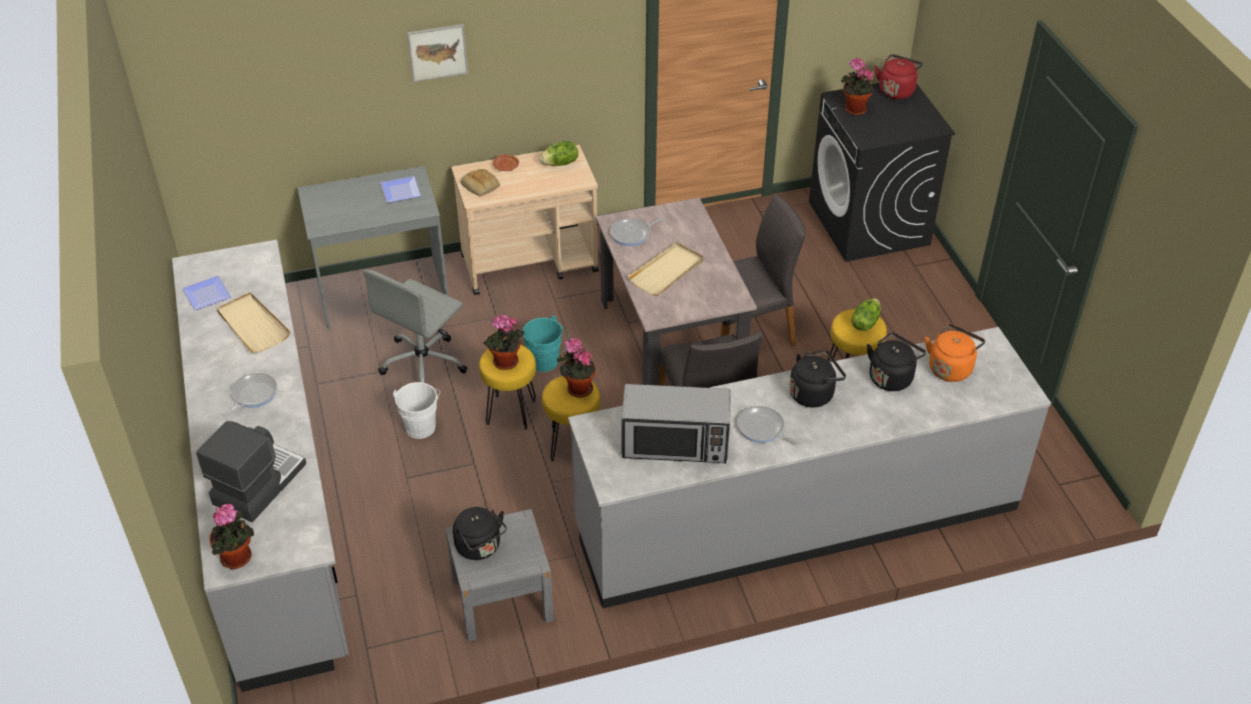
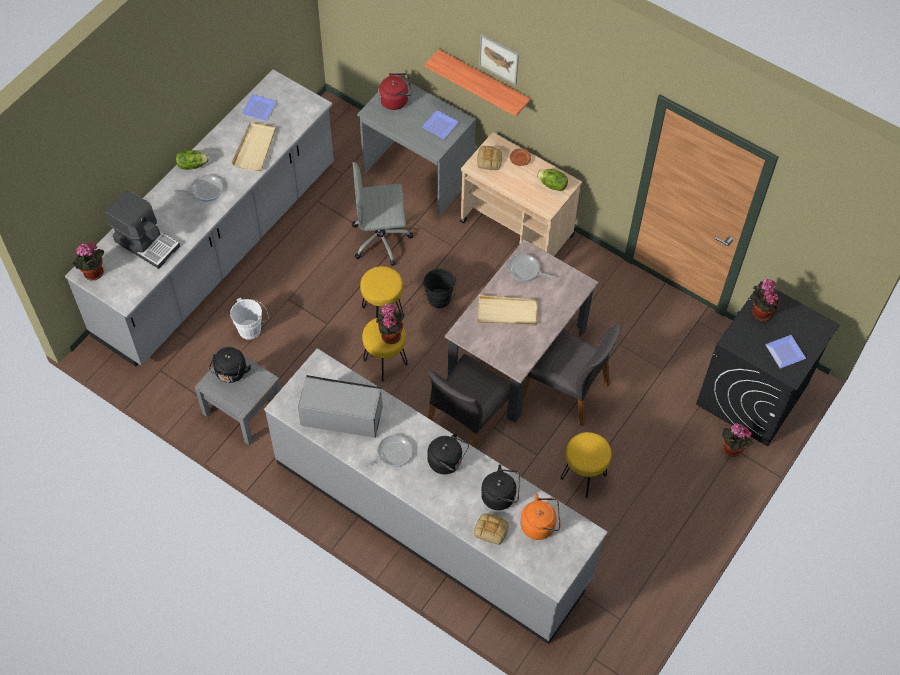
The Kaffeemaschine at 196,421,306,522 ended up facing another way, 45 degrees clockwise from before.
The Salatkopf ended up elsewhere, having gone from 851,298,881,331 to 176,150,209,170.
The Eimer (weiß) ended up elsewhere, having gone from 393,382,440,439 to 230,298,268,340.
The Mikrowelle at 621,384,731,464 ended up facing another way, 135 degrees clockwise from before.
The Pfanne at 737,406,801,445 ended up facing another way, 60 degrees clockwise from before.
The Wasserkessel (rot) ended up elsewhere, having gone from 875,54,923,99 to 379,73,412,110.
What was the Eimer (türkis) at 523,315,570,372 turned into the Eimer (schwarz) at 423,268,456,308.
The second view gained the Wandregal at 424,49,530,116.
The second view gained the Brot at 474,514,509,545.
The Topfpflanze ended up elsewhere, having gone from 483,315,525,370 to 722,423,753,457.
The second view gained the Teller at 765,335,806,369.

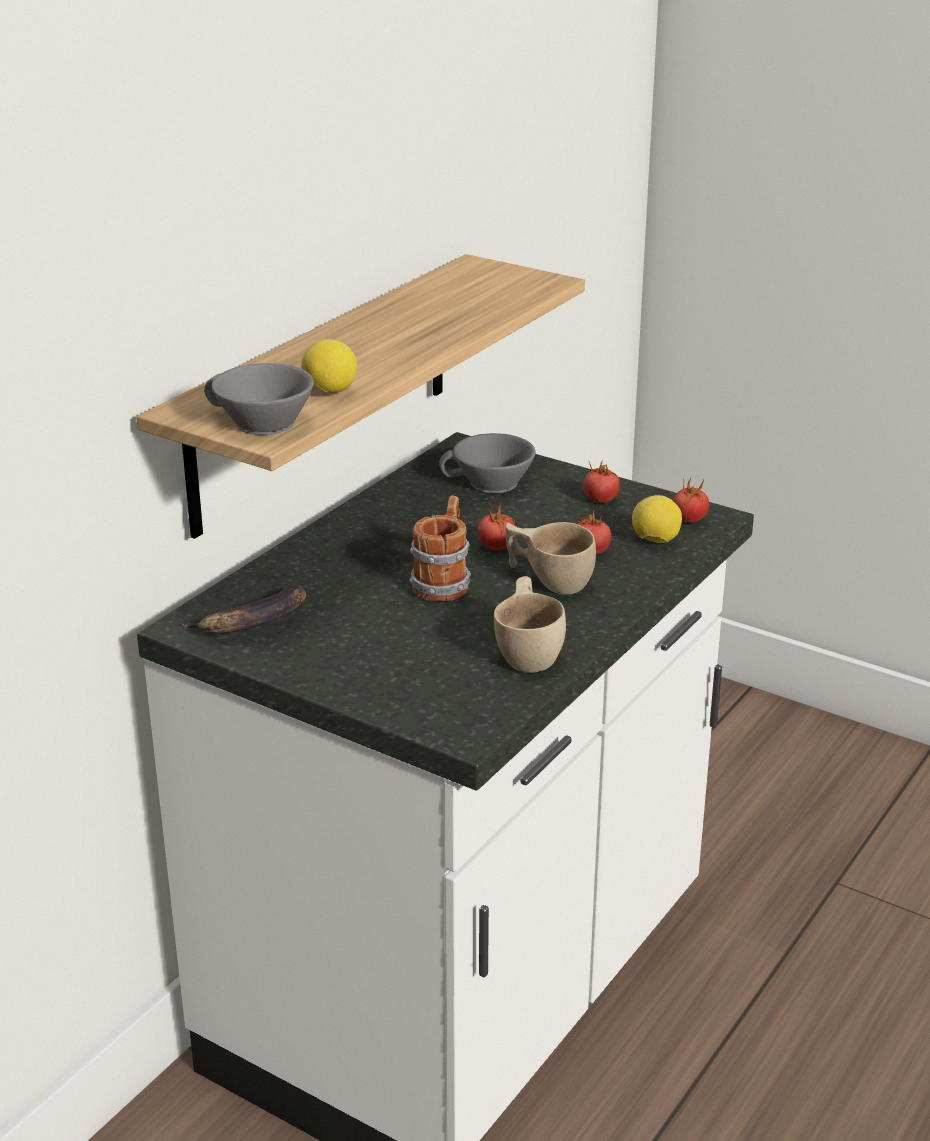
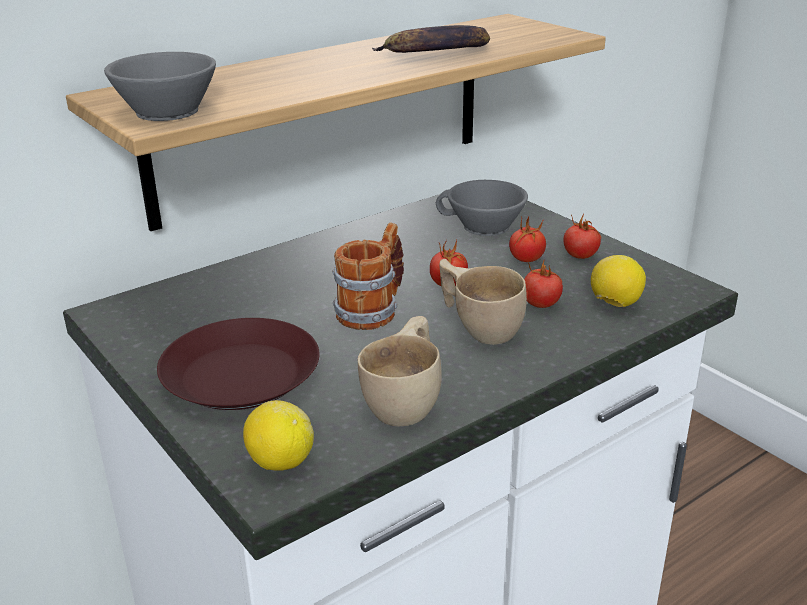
The second view gained the Teller (braun) at 157,318,320,410.
The Zitrone ended up elsewhere, having gone from 301,339,357,394 to 243,400,314,471.
The Banane ended up elsewhere, having gone from 181,584,306,633 to 372,25,490,53.
The Tomate ended up elsewhere, having gone from 673,478,709,523 to 509,216,546,262.

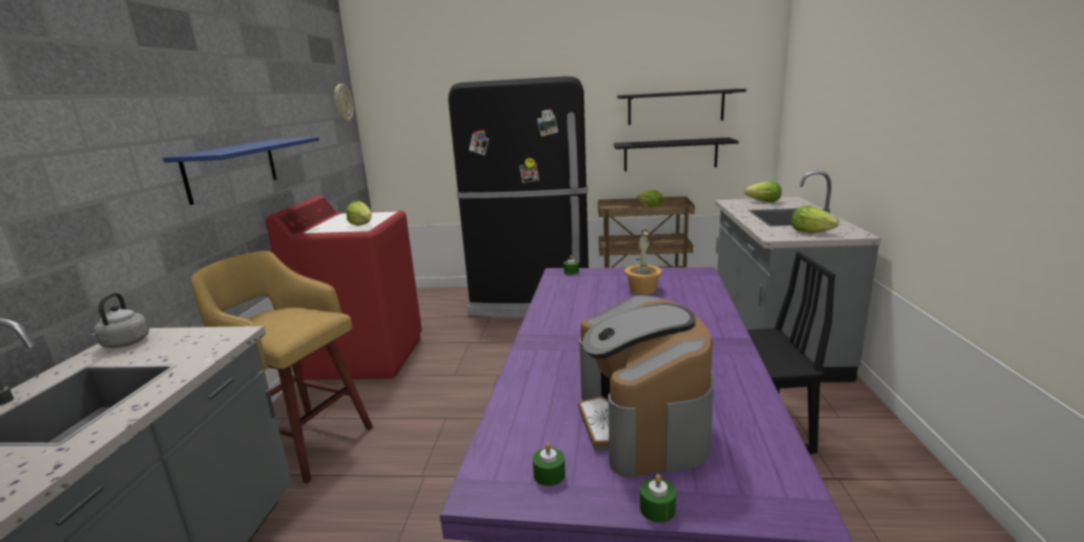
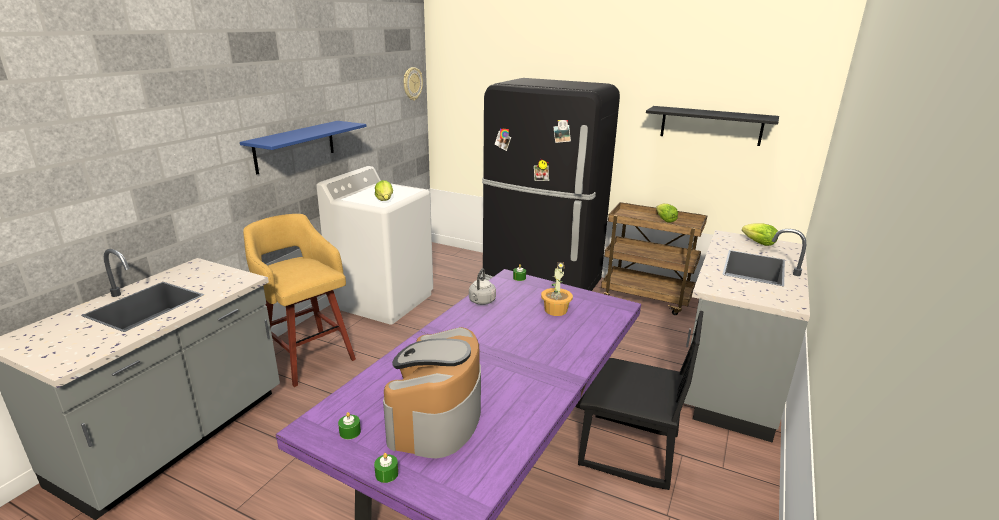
What was the Waschmaschine (rot) at 265,196,422,380 turned into the Waschmaschine (weiß) at 316,166,433,325.
The Wasserkessel (grau) ended up elsewhere, having gone from 89,293,149,348 to 469,268,496,305.
The second view lost the Wandregal (schwarz) at 613,138,739,171.
The second view lost the Salatkopf at 791,206,839,233.

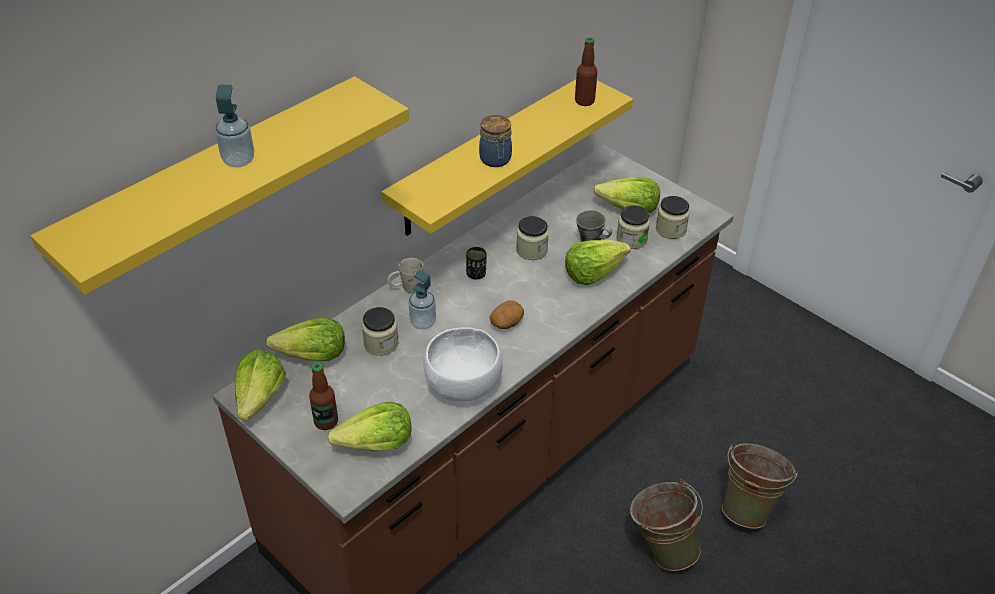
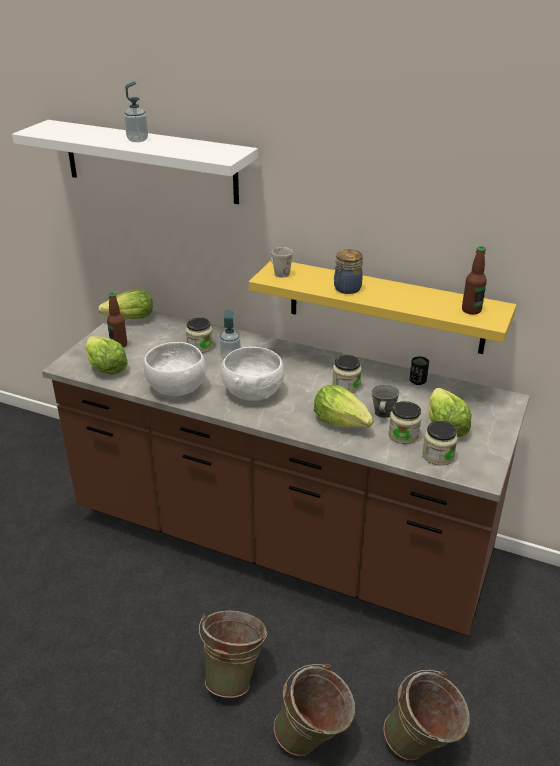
What was the Wandregal (gelb) at 31,76,409,295 turned into the Wandregal (weiß) at 12,120,258,204.
Where the Kartoffel stood at 490,300,524,329, the Schüssel (weiß) came to stand at 221,347,284,401.
The Henkelbecher (weiß) ended up elsewhere, having gone from 387,258,423,293 to 270,247,293,278.
The second view gained the Eimer (grün) at 383,670,470,760.
The Tasse (schwarz) ended up elsewhere, having gone from 466,247,486,280 to 410,356,429,385.
The second view lost the Salatkopf at 266,318,345,361.

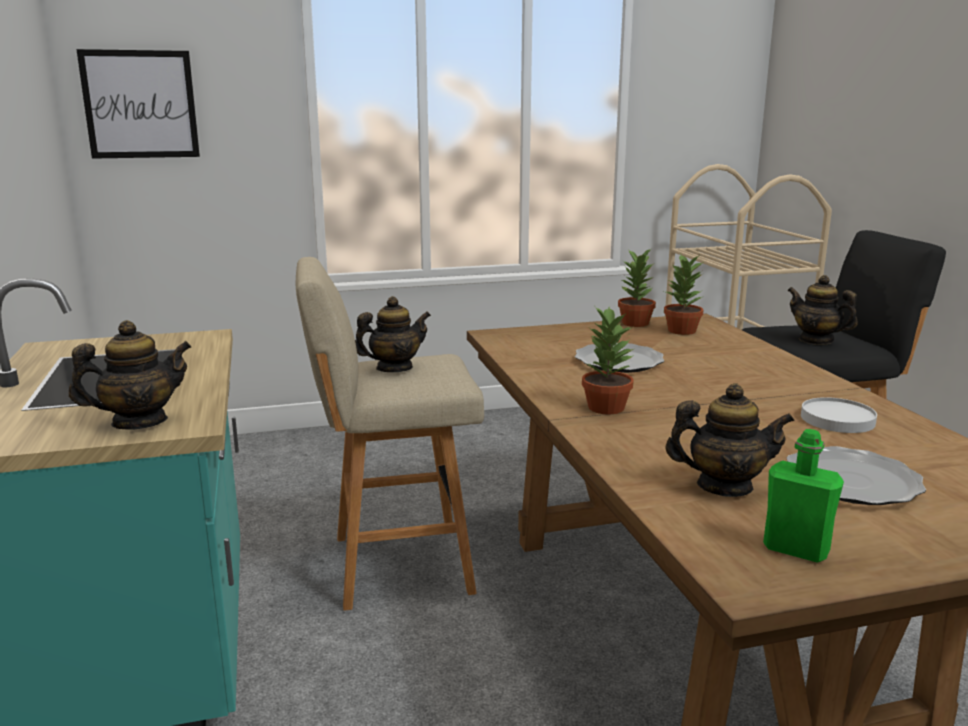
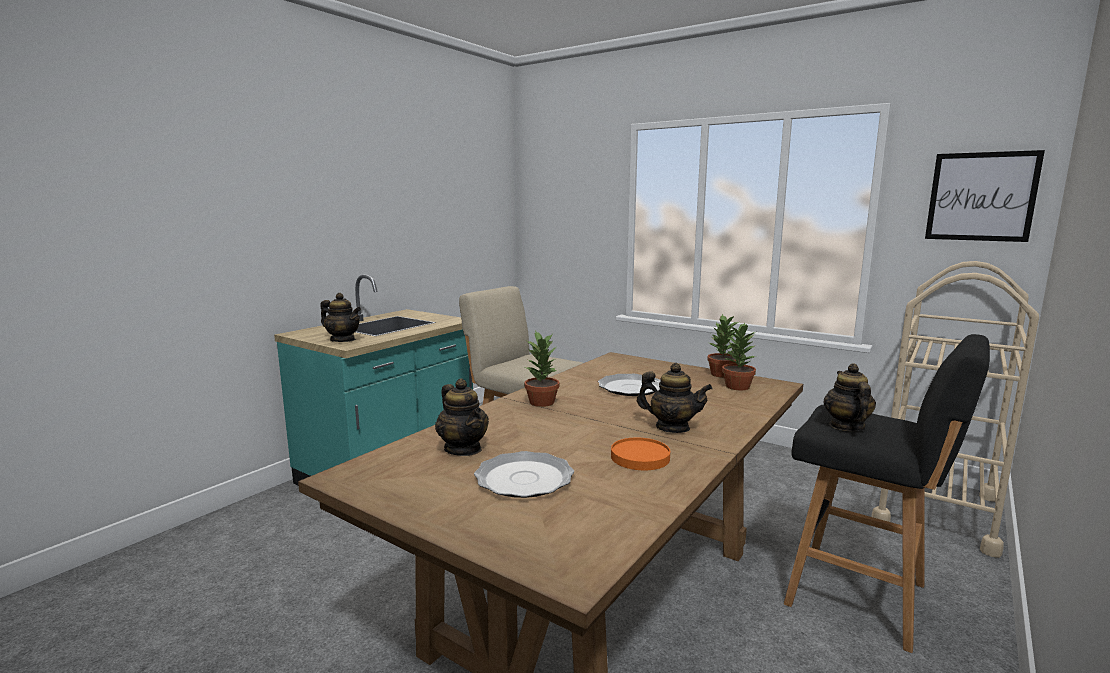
What was the Teller (weiß) at 801,397,877,433 turned into the Teller (orange) at 611,437,670,470.
The Teekanne ended up elsewhere, having gone from 355,296,431,372 to 637,363,713,433.
The Bild ended up elsewhere, having gone from 76,49,200,159 to 925,150,1045,242.
The second view lost the Flasche (grün) at 763,429,844,563.

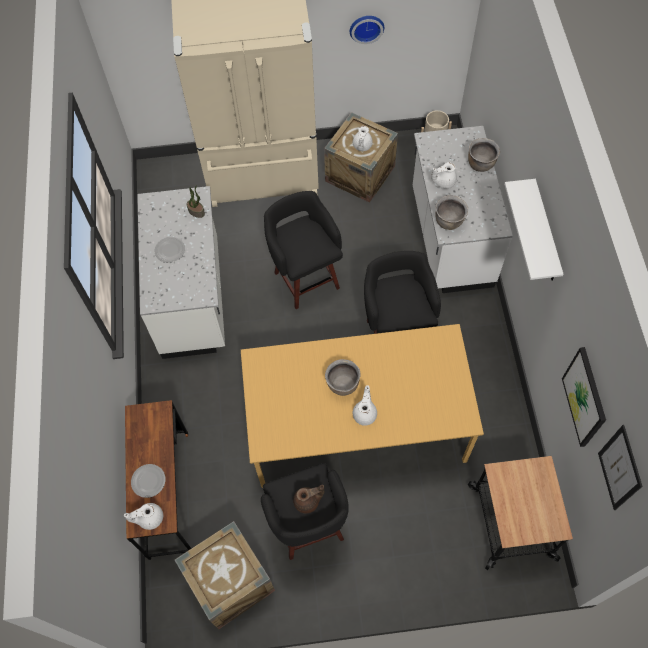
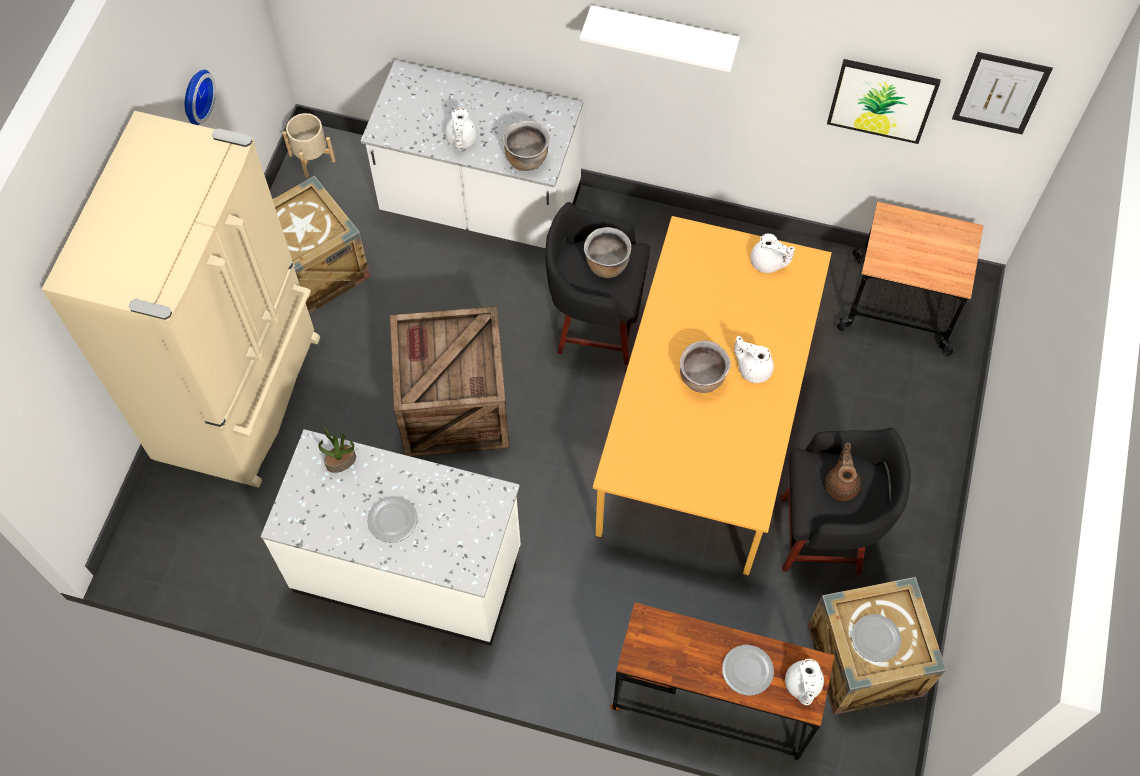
Where the Hocker (schwarz) stood at 264,191,343,309, the Kiste came to stand at 390,306,509,456.
The Kochtopf (braun) ended up elsewhere, having gone from 468,138,500,172 to 584,227,631,278.
The Teekanne (weiß) ended up elsewhere, having gone from 353,126,373,151 to 750,233,795,273.
The second view gained the Teller at 852,614,901,662.

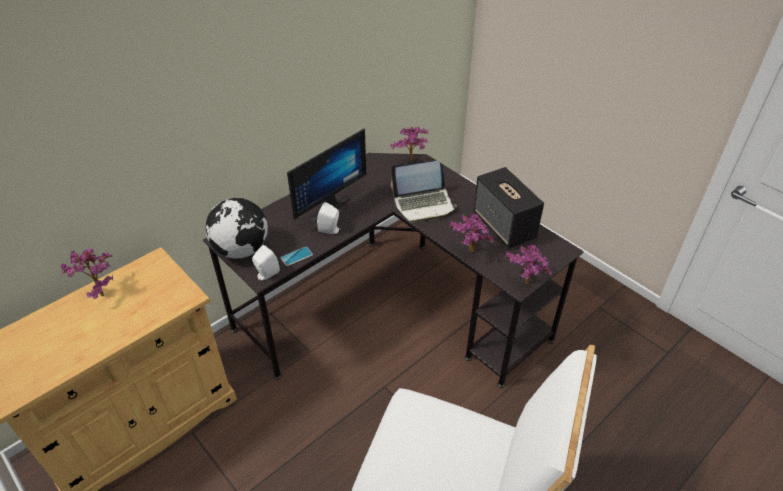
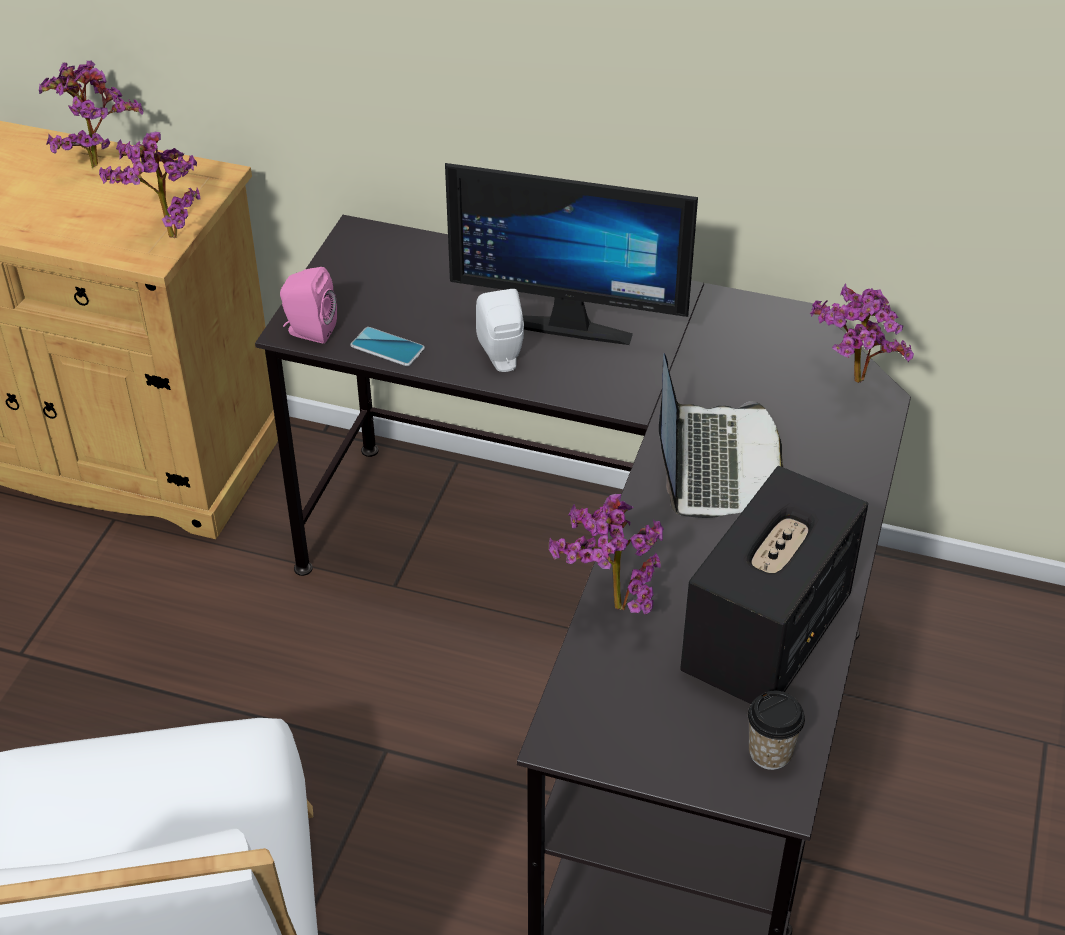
The Topfpflanze ended up elsewhere, having gone from 505,245,552,284 to 99,132,201,238.
What was the Lautsprecher (weiß) at 252,245,280,281 turned into the Lautsprecher (rosa) at 280,267,337,343.
The Laptop at 391,161,457,223 ended up facing another way, 135 degrees counterclockwise from before.
The second view gained the Tasse at 748,691,805,770.
The second view lost the Globus at 205,198,268,259.

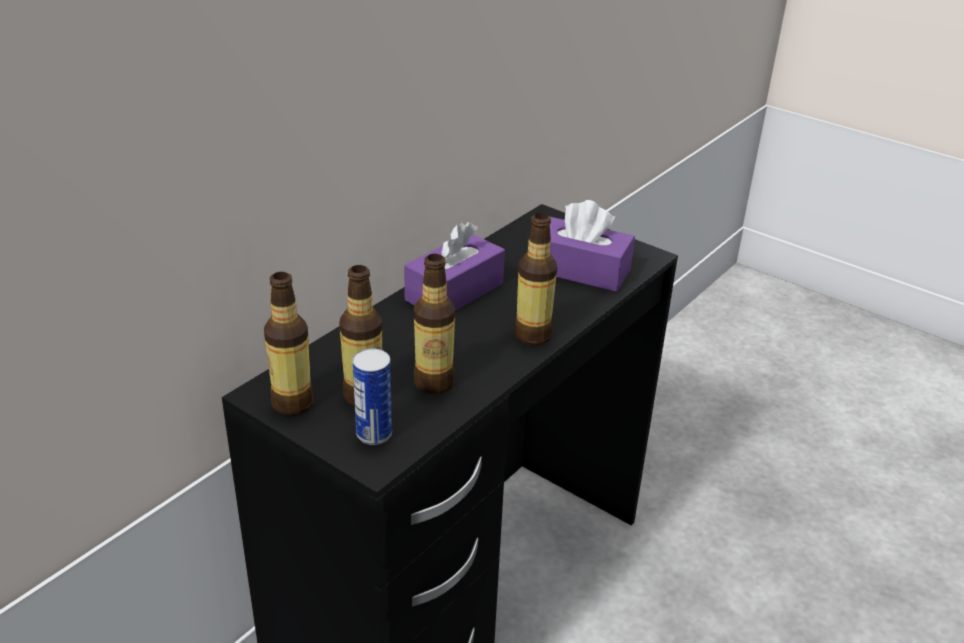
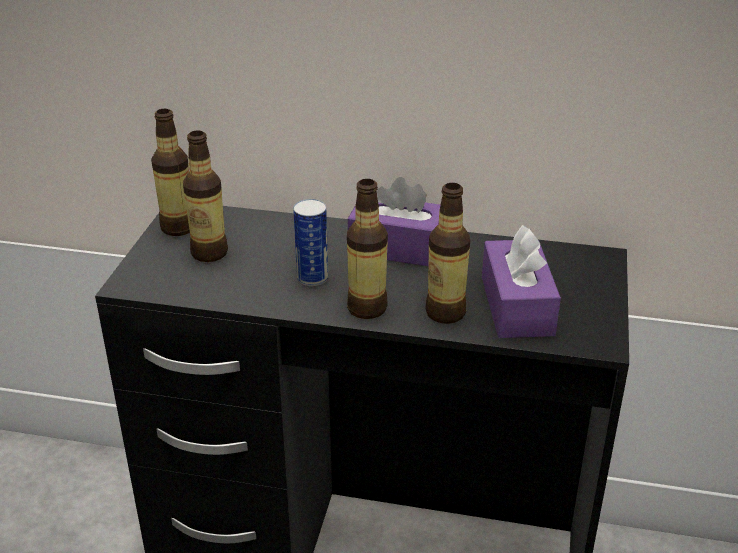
The Dose ended up elsewhere, having gone from 352,348,392,445 to 293,199,328,286.
The Flasche ended up elsewhere, having gone from 414,254,455,394 to 425,183,470,324.

